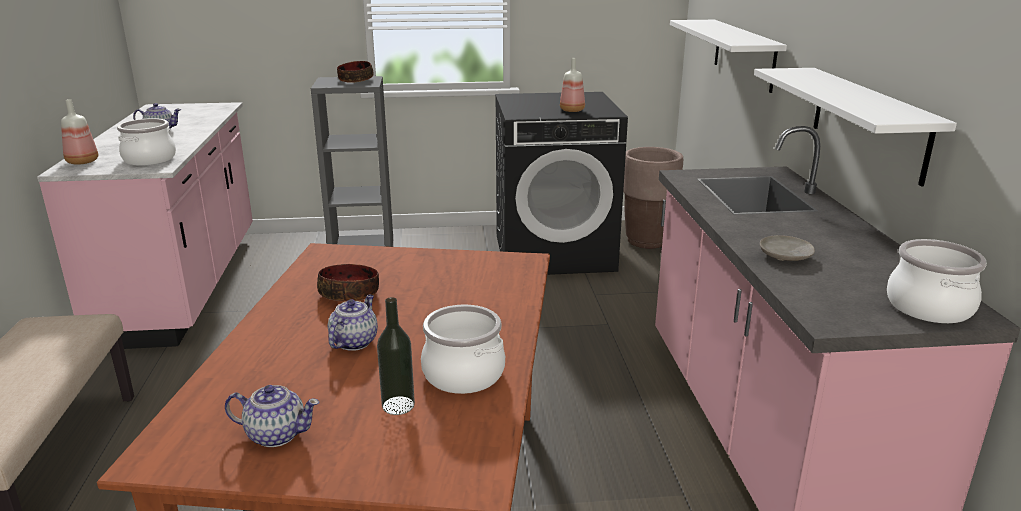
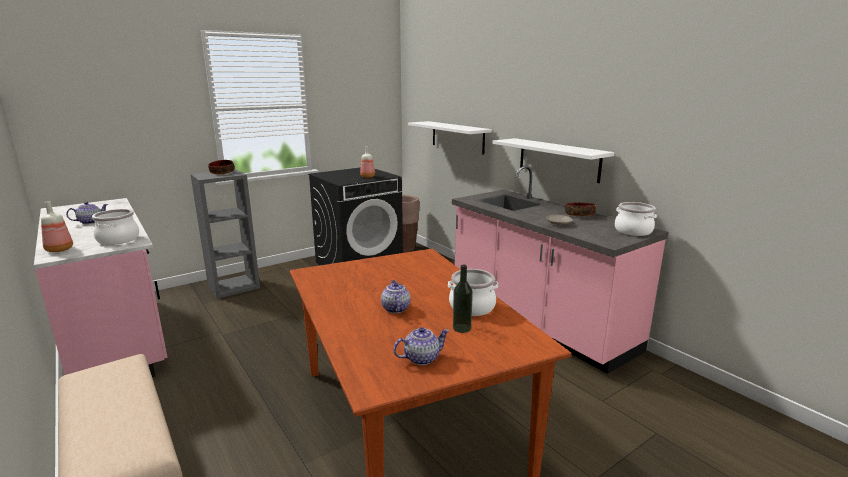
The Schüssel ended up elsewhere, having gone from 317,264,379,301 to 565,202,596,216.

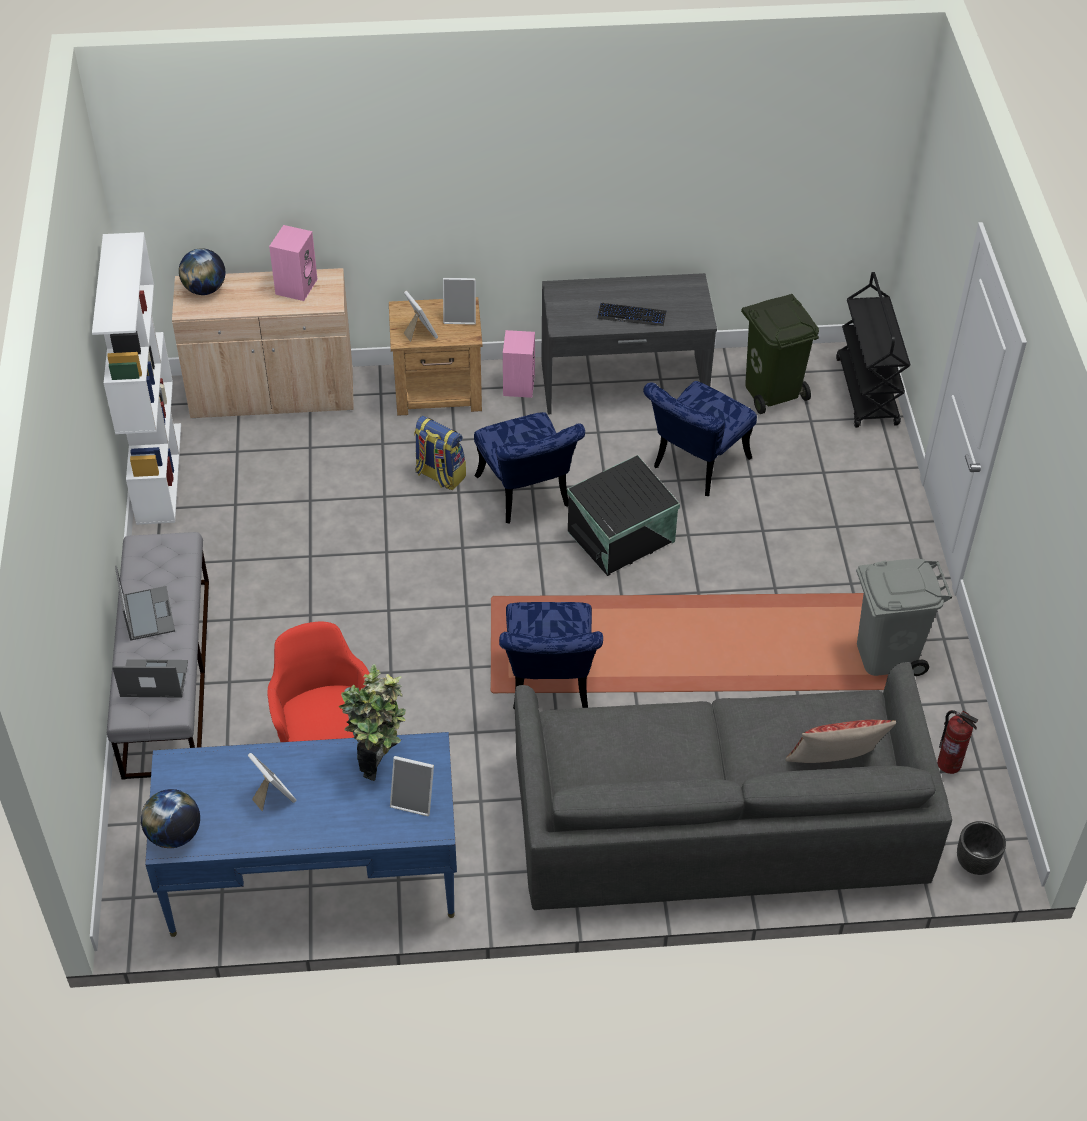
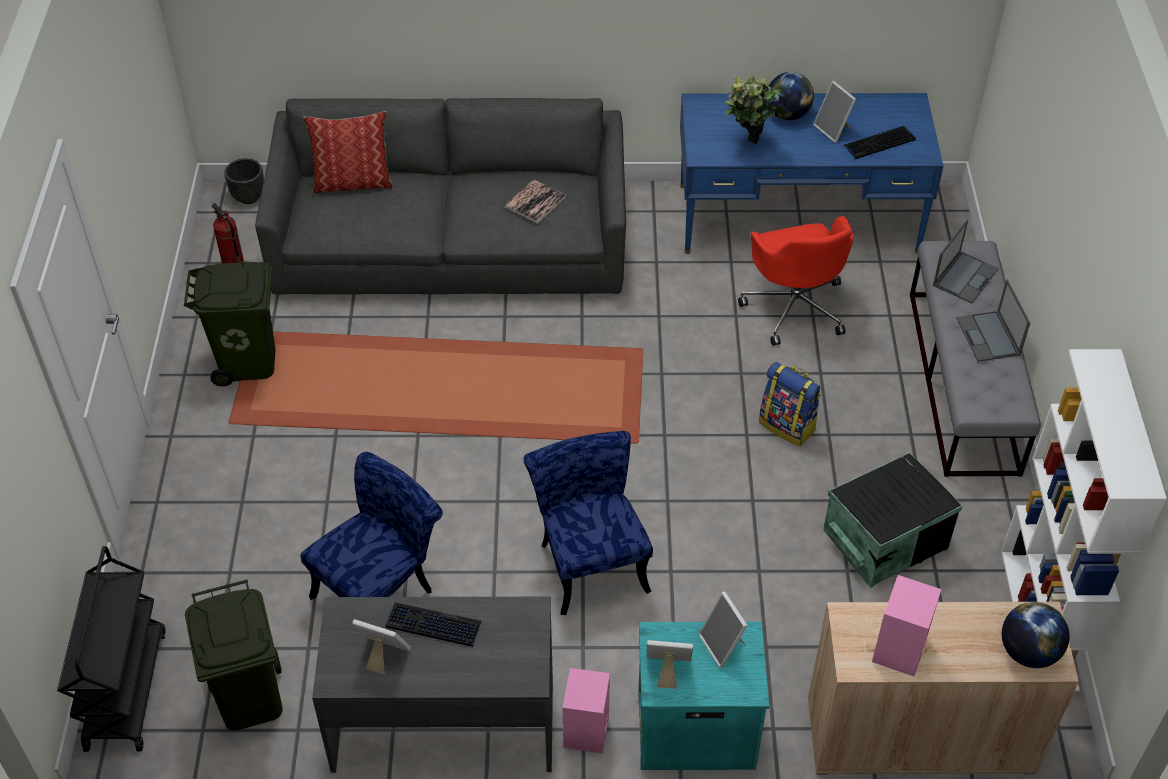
What was the Mülleimer (grau) at 856,559,952,676 turned into the Mülleimer (grün) at 184,261,276,386.
The Bilderrahmen ended up elsewhere, having gone from 390,756,434,816 to 352,619,411,675.
The second view gained the Buch at 504,179,566,224.
What was the Nachttisch (braun) at 389,297,483,416 turned into the Nachttisch (türkis) at 638,622,769,770.
The Rucksack ended up elsewhere, having gone from 414,416,466,490 to 759,362,821,446.
The Globus ended up elsewhere, having gone from 141,789,200,848 to 769,72,814,120.
The Aufbewahrungsbox (schwarz) ended up elsewhere, having gone from 567,455,680,576 to 823,452,963,588.
The second view gained the Tastatur at 844,126,916,159.
The Laptop at 112,659,188,698 ended up facing another way, 60 degrees counterclockwise from before.
The second view lost the Stuhl (blau) at 499,602,603,709.

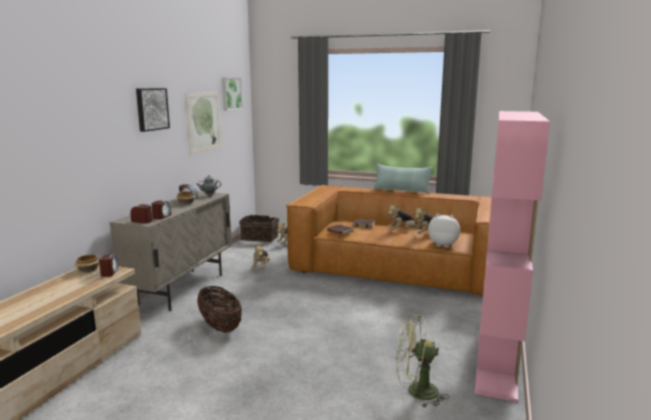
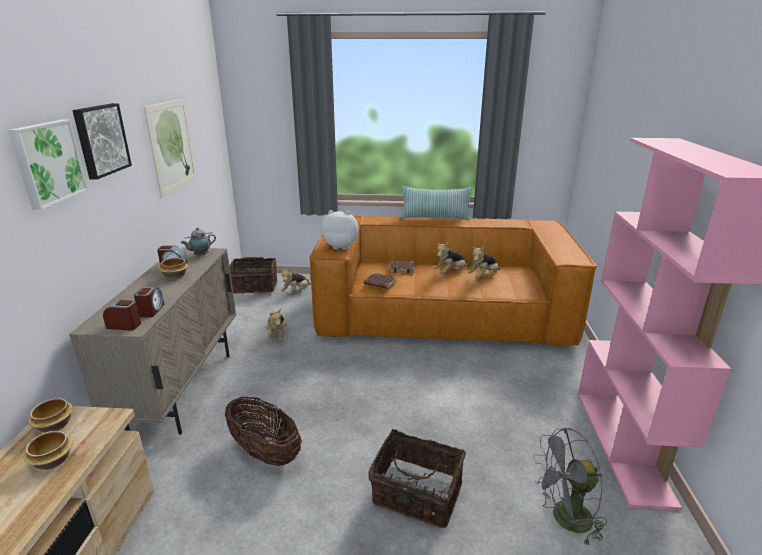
The Bild ended up elsewhere, having gone from 222,78,243,111 to 8,119,88,210.
The second view gained the Schüssel at 24,431,73,470.
The Plüschtier ended up elsewhere, having gone from 428,213,460,248 to 321,210,359,250.
The second view gained the Korb at 368,429,466,528.
What was the Ventilator (grün) at 396,314,449,408 turned into the Ventilator (grau) at 533,428,607,547.
The second view lost the Wecker at 99,255,119,277.

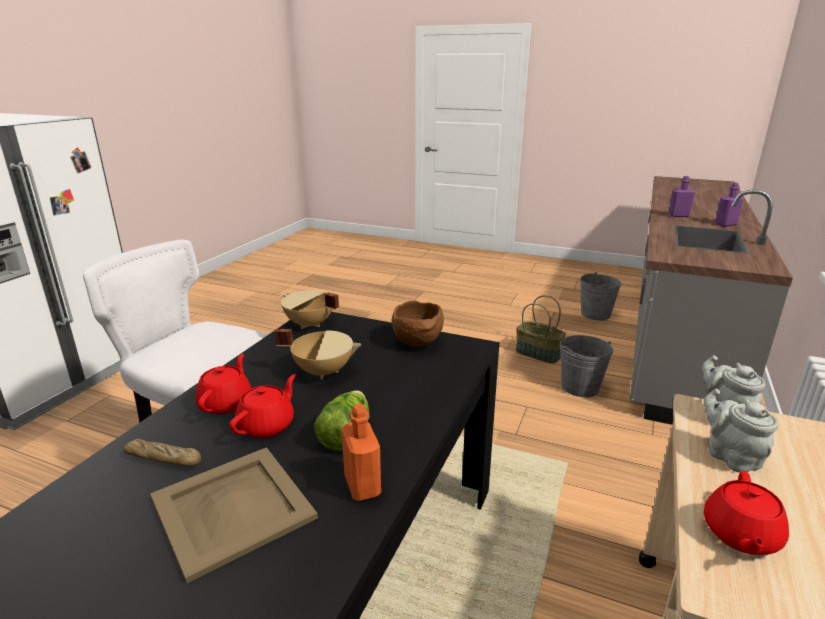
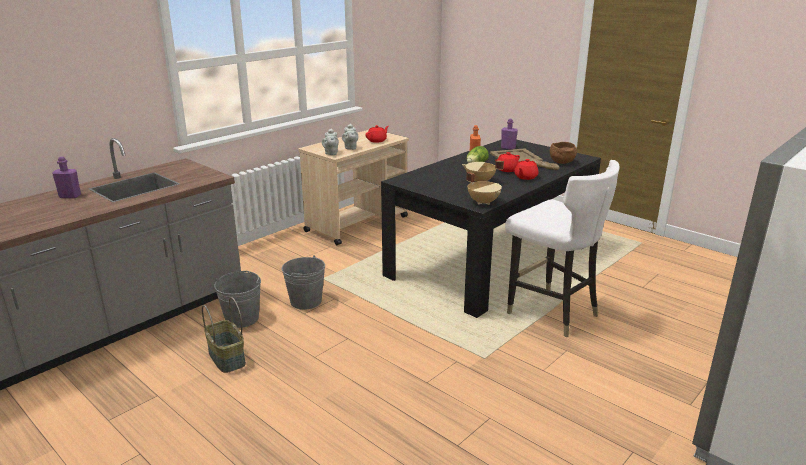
The Eimer (grau) ended up elsewhere, having gone from 580,272,621,320 to 282,255,325,310.
The Flasche (lila) ended up elsewhere, having gone from 668,176,695,217 to 501,119,518,150.
The Schüssel (braun) ended up elsewhere, having gone from 392,301,444,347 to 550,142,577,164.

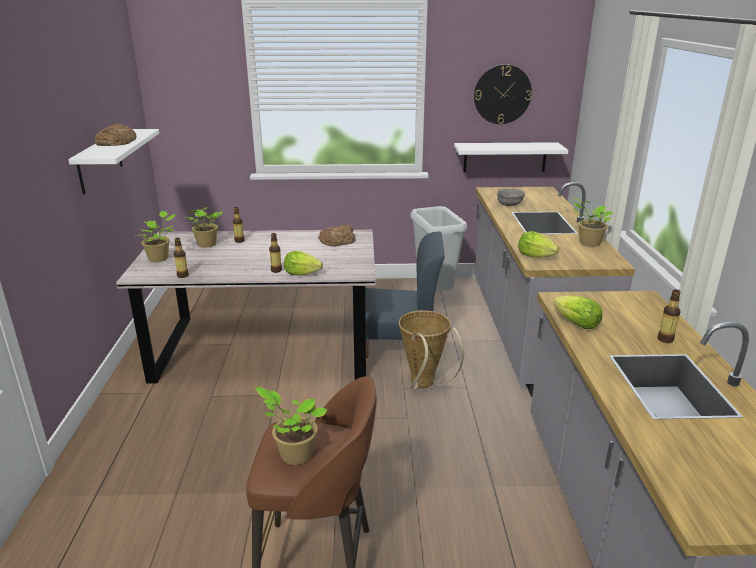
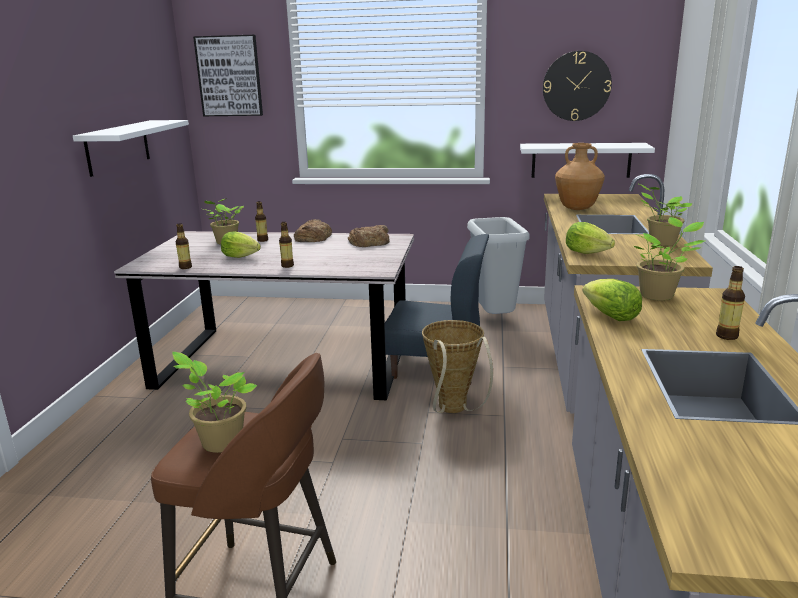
The second view gained the Bild at 193,35,263,116.
The Salatkopf ended up elsewhere, having gone from 284,251,323,276 to 221,232,261,258.
The Brot ended up elsewhere, having gone from 94,124,137,146 to 294,219,332,242.
Where the Schüssel (grau) stood at 497,189,525,206, the Vase (braun) came to stand at 555,143,605,210.
The Topfpflanze ended up elsewhere, having gone from 134,211,176,262 to 634,217,705,301.

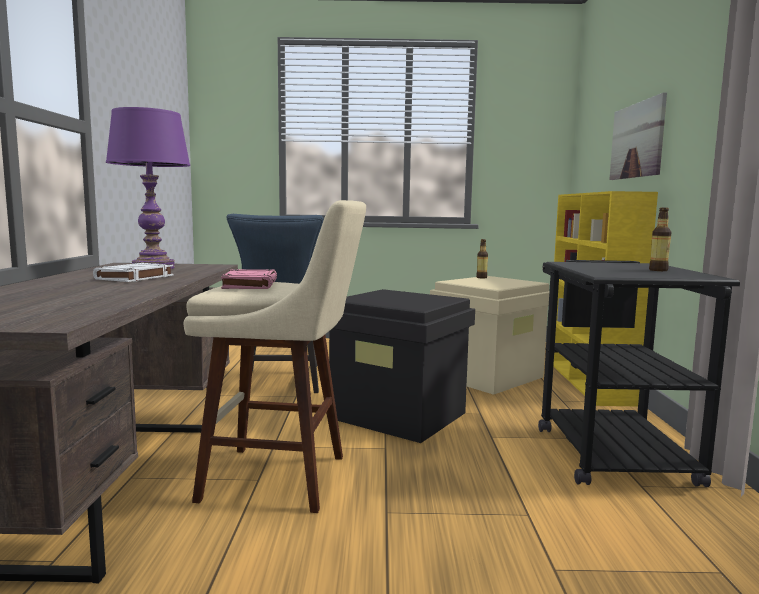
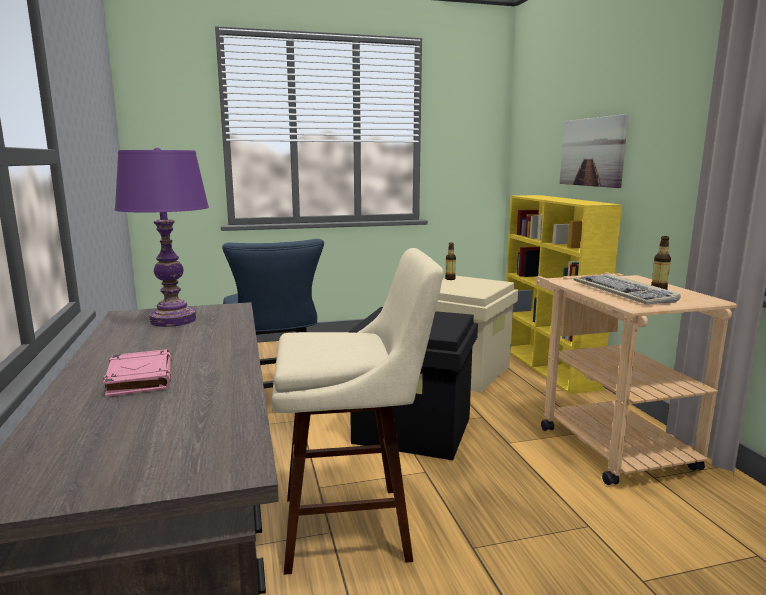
The Buch (rosa) ended up elsewhere, having gone from 221,269,277,289 to 103,349,172,397.
What was the Rollwagen (schwarz) at 538,260,740,487 turned into the Rollwagen (beige) at 535,272,737,485.
The second view gained the Tastatur at 574,273,681,304.
The second view lost the Buch (weiß) at 93,262,174,282.

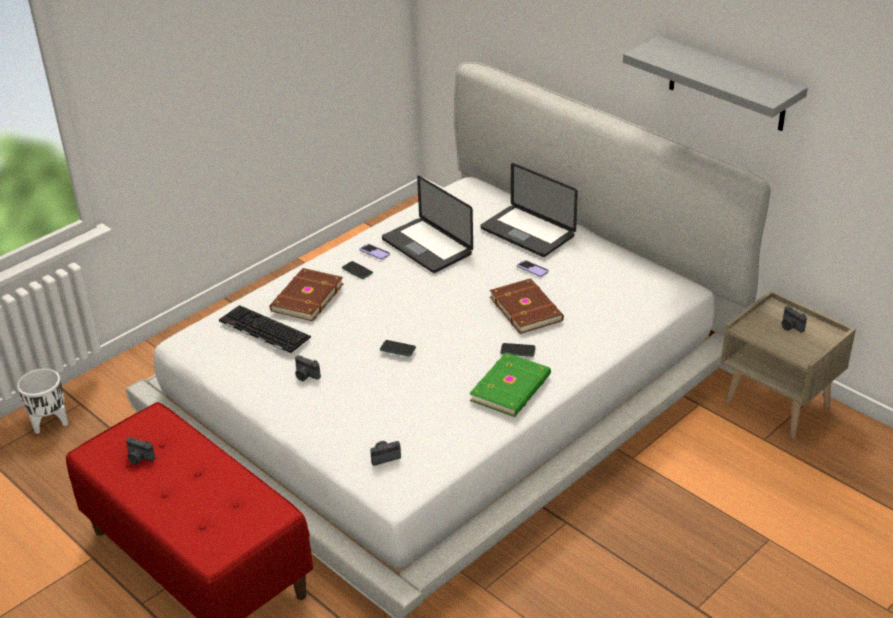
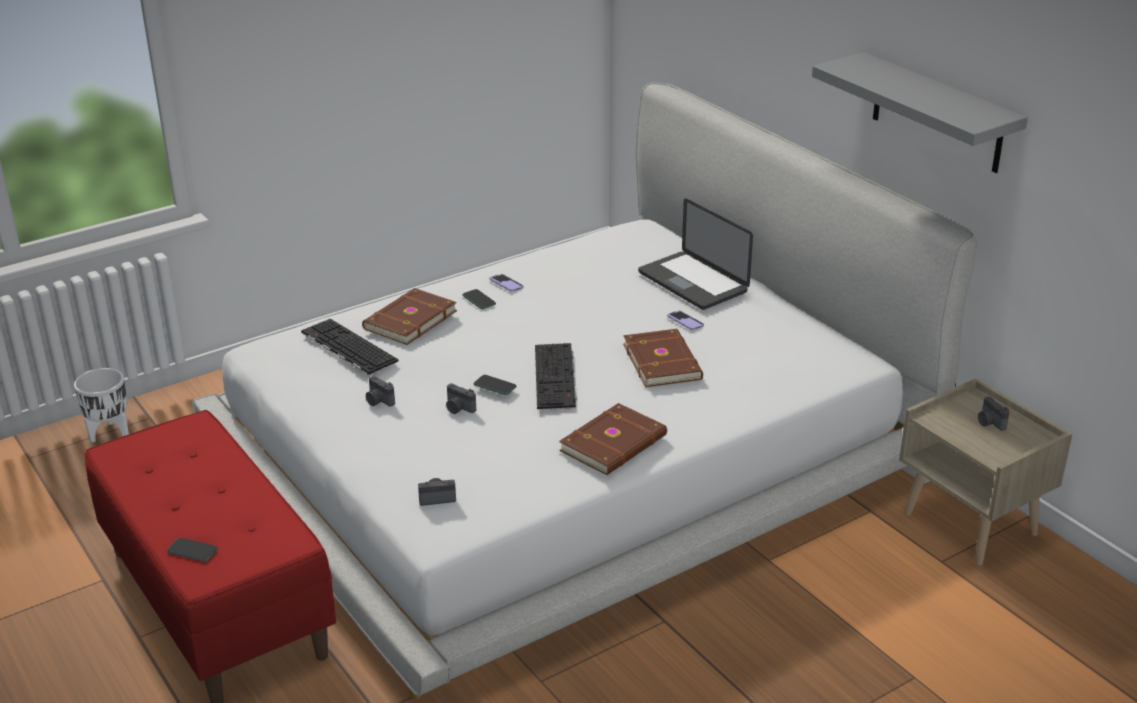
The Handy ended up elsewhere, having gone from 500,343,536,357 to 167,538,218,562.
The Kamera ended up elsewhere, having gone from 126,437,155,465 to 446,383,476,414.
The second view gained the Tastatur at 535,343,577,409.
What was the Buch (grün) at 469,352,551,417 turned into the Buch (braun) at 559,403,667,475.
The second view lost the Laptop at 382,175,473,273.

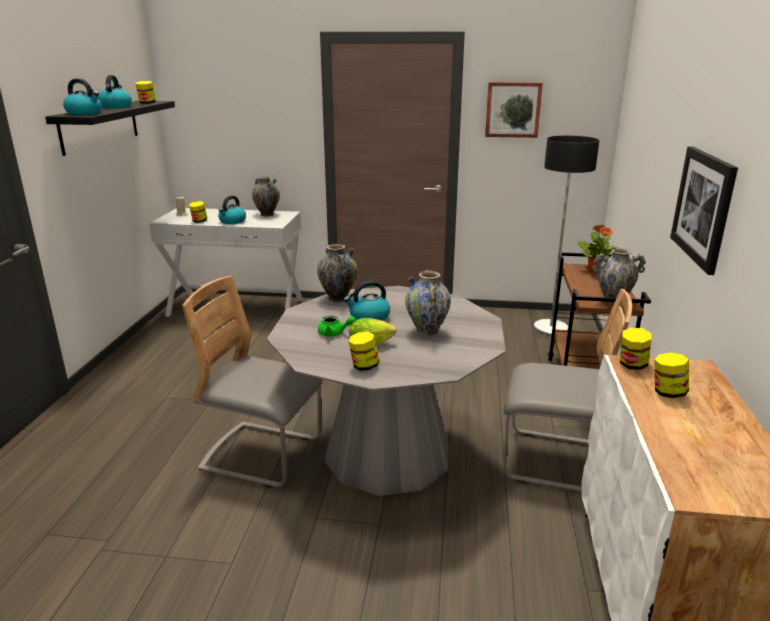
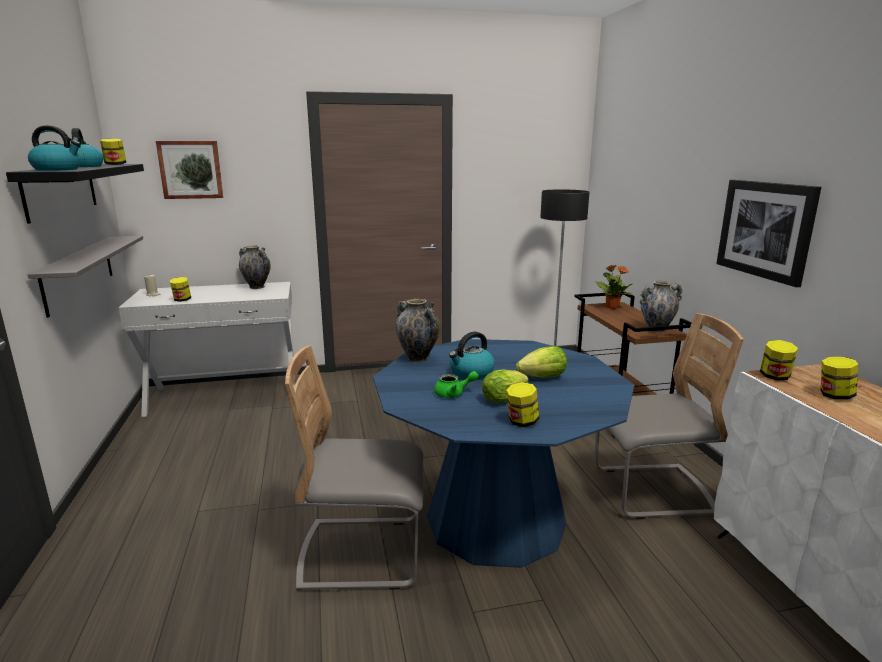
The second view gained the Wandregal (grau) at 28,236,143,318.
The Bild ended up elsewhere, having gone from 485,82,543,138 to 156,141,223,199.
What was the Esstisch (grau) at 267,286,506,496 turned into the Esstisch (blau) at 373,339,634,568.
Where the Vase stood at 405,270,451,337, the Salatkopf came to stand at 516,346,567,378.
The second view lost the Wasserkessel at 218,196,246,224.

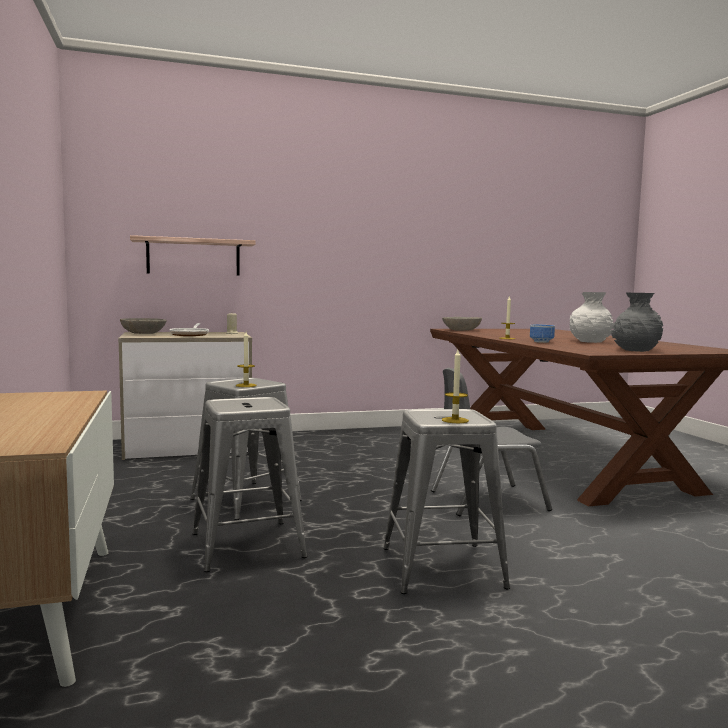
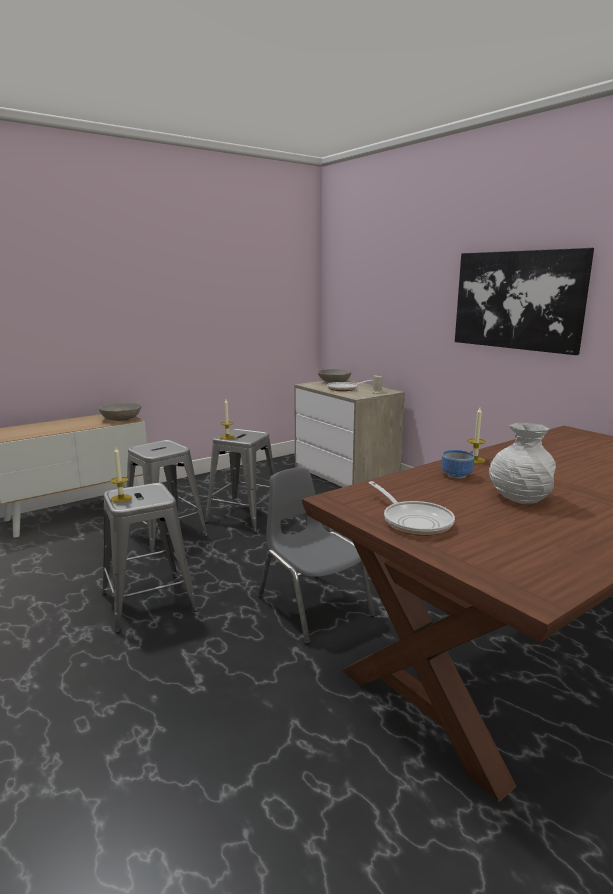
The Schüssel (grau) ended up elsewhere, having gone from 442,317,482,331 to 99,403,141,421.
Where the Vase (grau) stood at 611,293,663,352, the Pfanne came to stand at 369,481,455,536.
The second view gained the Bild at 455,248,594,355.
The second view lost the Wandregal at 130,235,255,276.

